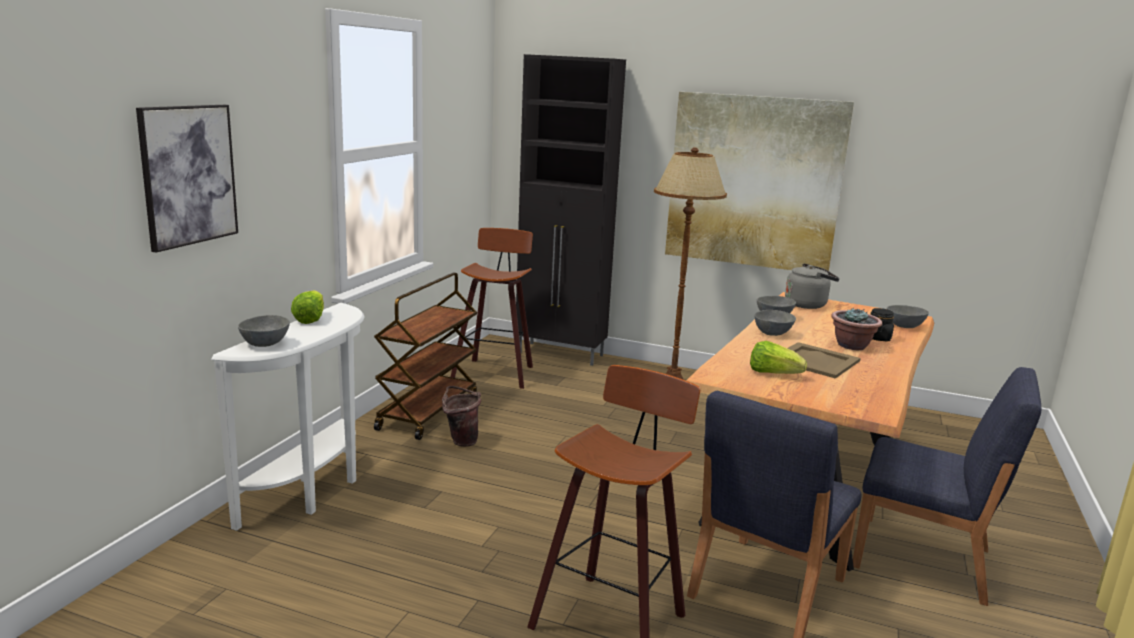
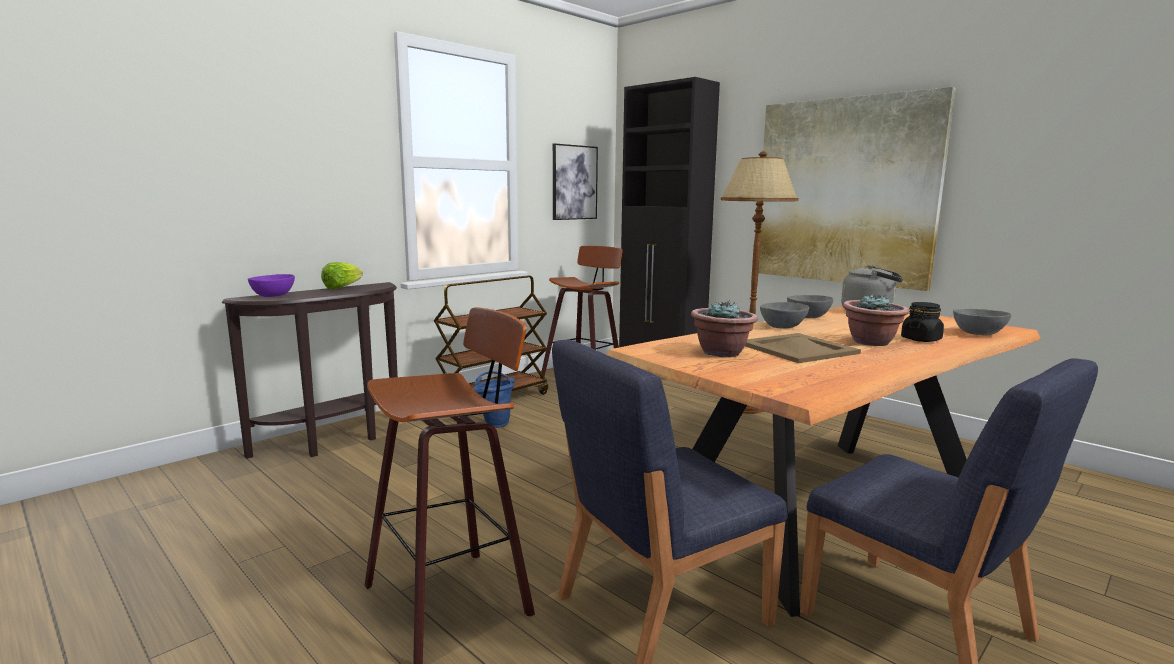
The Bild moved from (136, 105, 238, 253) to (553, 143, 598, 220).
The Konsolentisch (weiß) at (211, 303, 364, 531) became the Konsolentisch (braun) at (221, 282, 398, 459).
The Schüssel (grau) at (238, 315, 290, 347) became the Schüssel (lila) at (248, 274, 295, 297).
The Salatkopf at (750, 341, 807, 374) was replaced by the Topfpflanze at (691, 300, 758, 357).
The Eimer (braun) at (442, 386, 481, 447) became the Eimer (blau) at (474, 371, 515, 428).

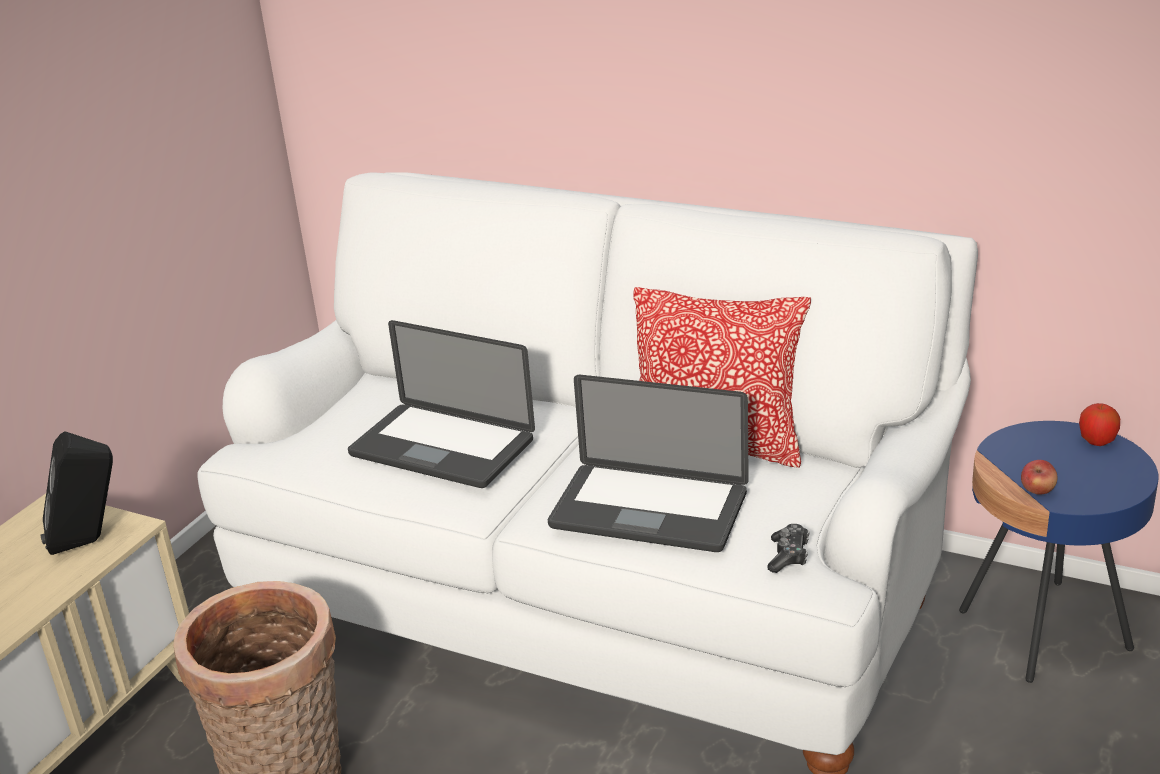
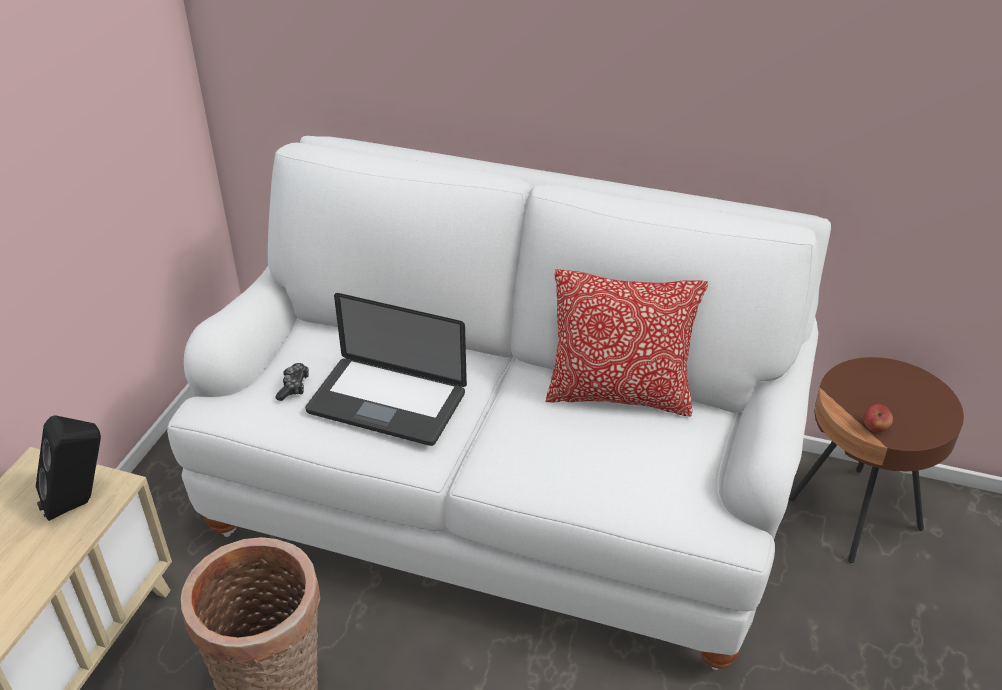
The Laptop at (548, 375, 749, 552) disappeared.
The Apfel at (1079, 403, 1120, 446) disappeared.
The Beistelltisch (blau) at (959, 421, 1158, 683) became the Beistelltisch (braun) at (789, 357, 964, 563).
The Gamepad moved from (767, 524, 809, 573) to (276, 363, 309, 401).

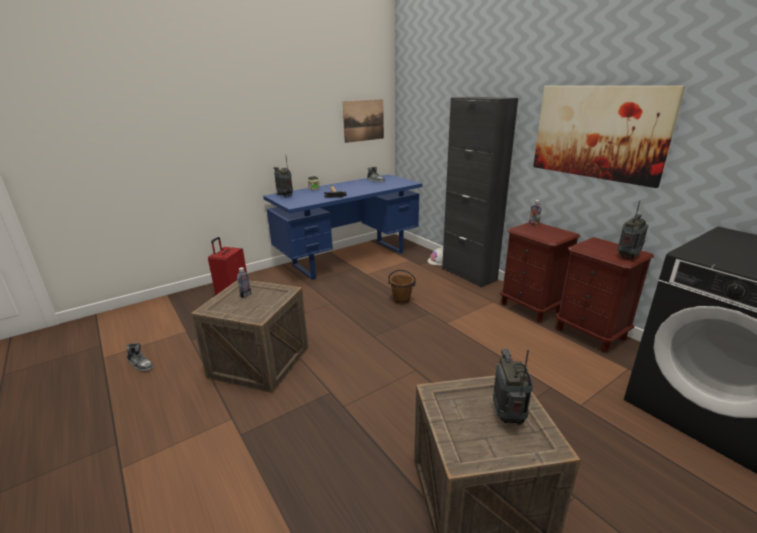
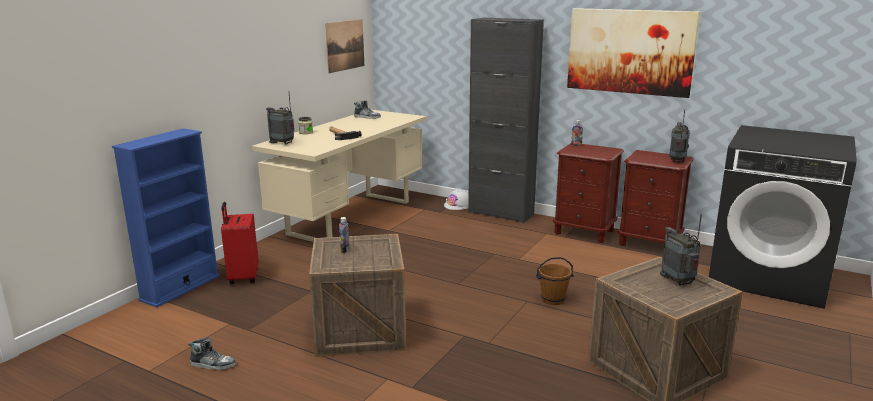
The Schreibtisch (blau) at (263, 174, 423, 280) became the Schreibtisch (beige) at (252, 110, 426, 242).
The Eimer (braun) moved from (388, 270, 416, 304) to (536, 257, 574, 305).
The Bücherregal (blau) at (112, 128, 220, 307) appeared.

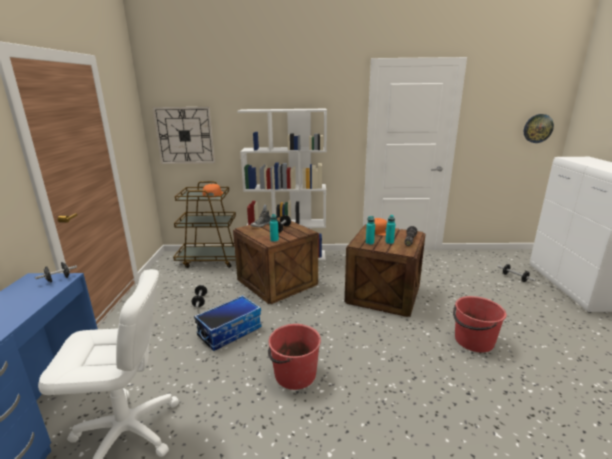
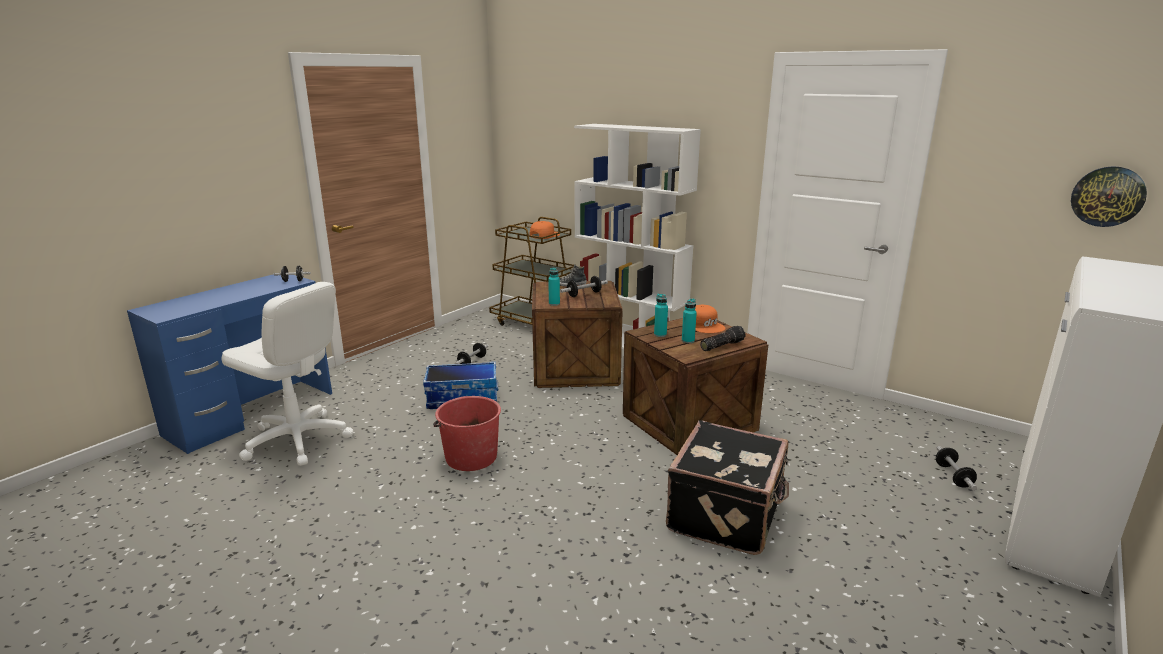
The Wanduhr at (152, 107, 215, 164) disappeared.
The Eimer (rot) at (453, 296, 506, 353) was replaced by the Koffer (schwarz) at (666, 420, 789, 555).

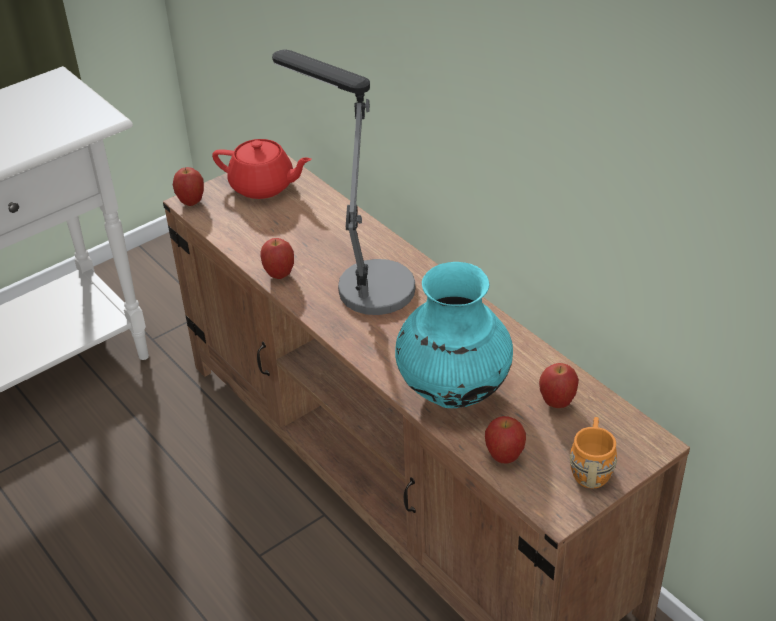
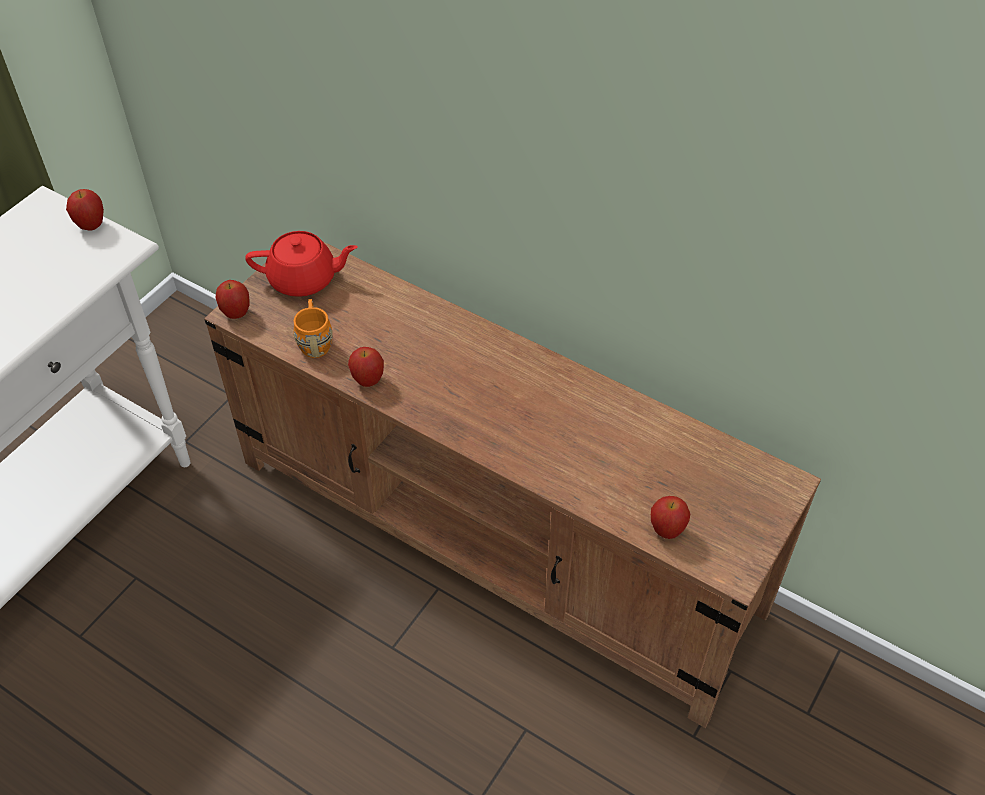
The Tischlampe at (272, 50, 415, 315) disappeared.
The Vase (türkis) at (395, 262, 513, 408) disappeared.
The Apfel moved from (539, 363, 579, 408) to (66, 189, 104, 231).
The Henkelbecher (orange) moved from (570, 417, 617, 489) to (294, 299, 333, 358).

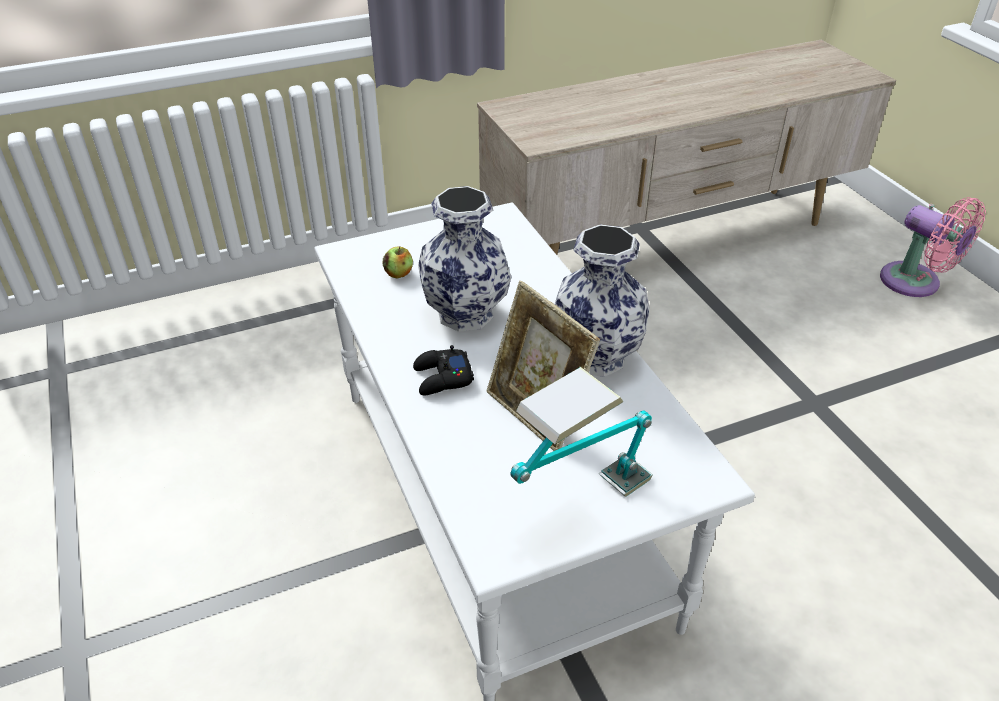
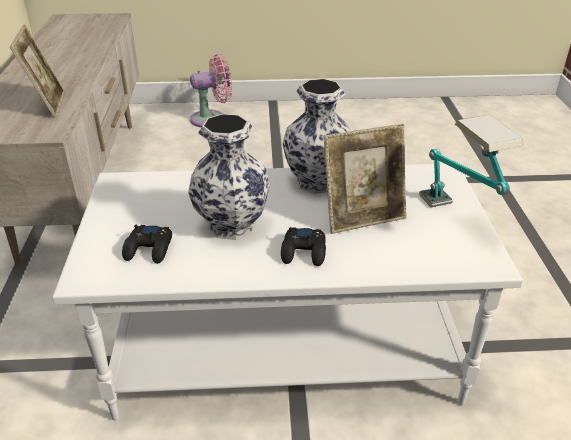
The Apfel at (382, 246, 413, 278) was replaced by the Gamepad (schwarz) at (122, 225, 172, 264).
The Bilderrahmen at (10, 25, 65, 118) appeared.

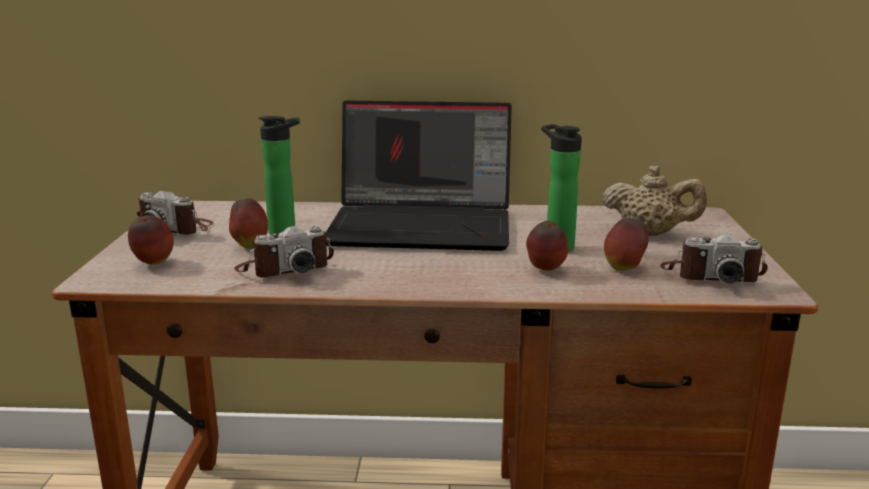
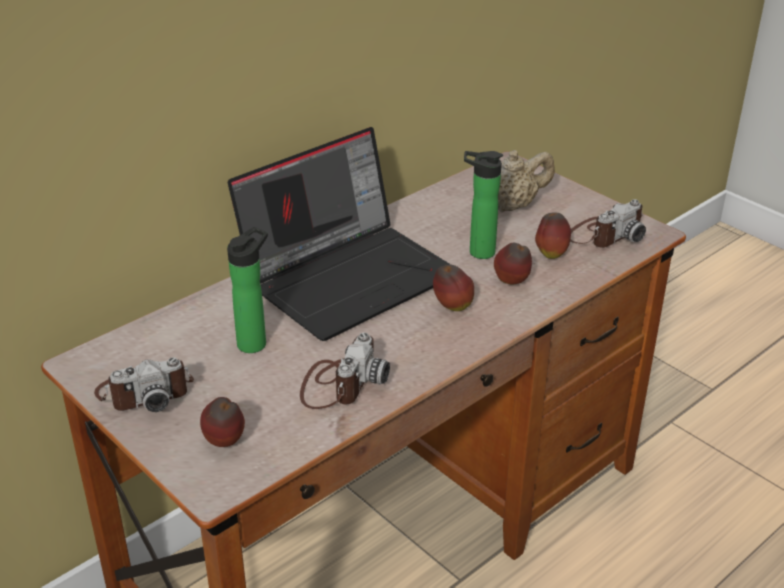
The Apfel moved from (229, 198, 268, 249) to (433, 265, 474, 311).

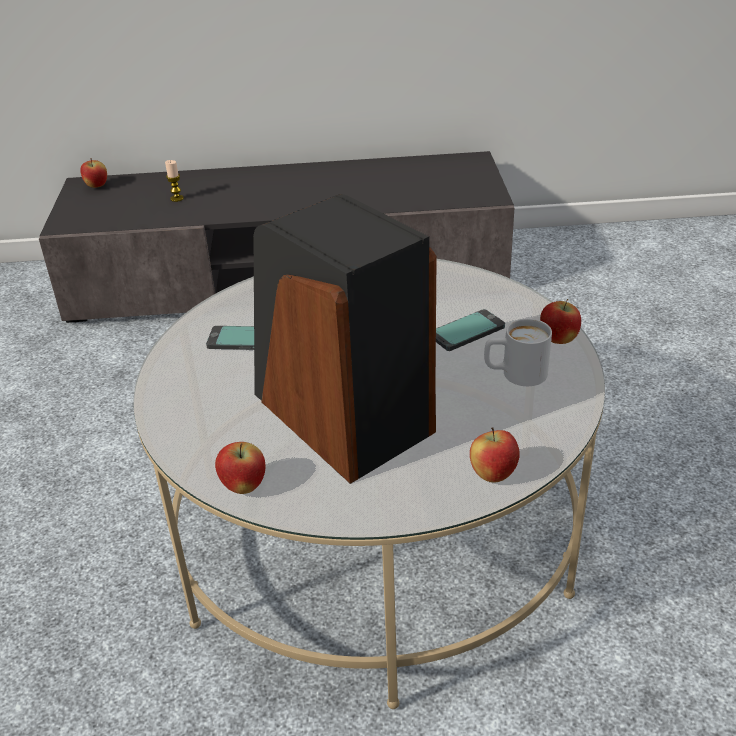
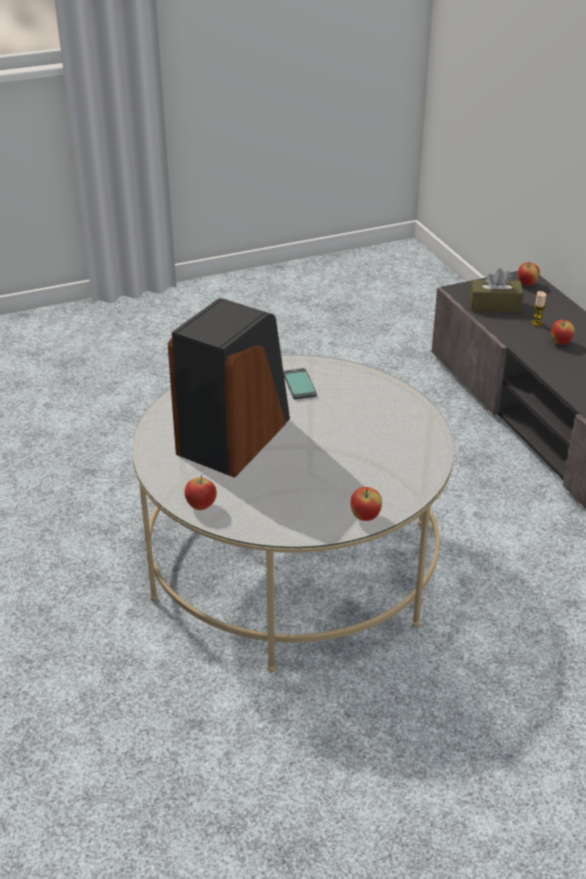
The Handy at (436, 309, 505, 351) disappeared.
The Henkelbecher (weiß) at (484, 319, 552, 386) disappeared.
The Apfel moved from (215, 442, 266, 494) to (551, 320, 575, 345).
The Taschentuchbox (braun) at (469, 268, 524, 312) appeared.

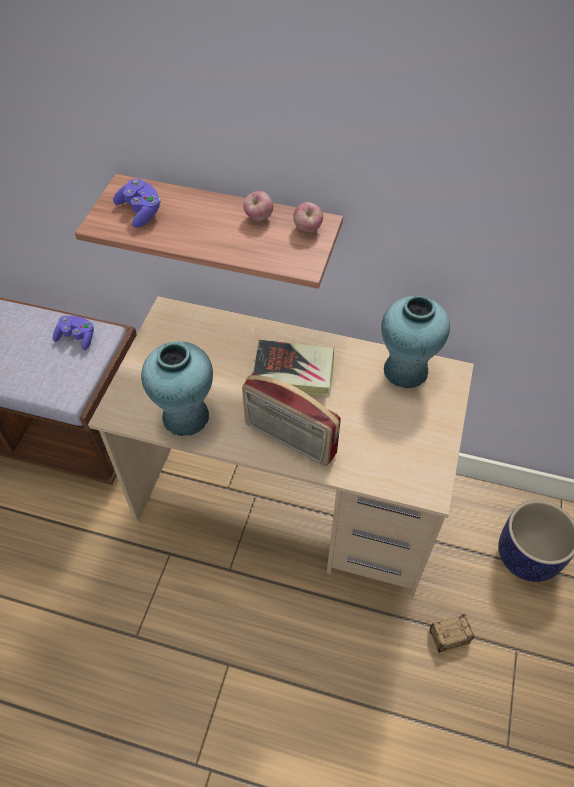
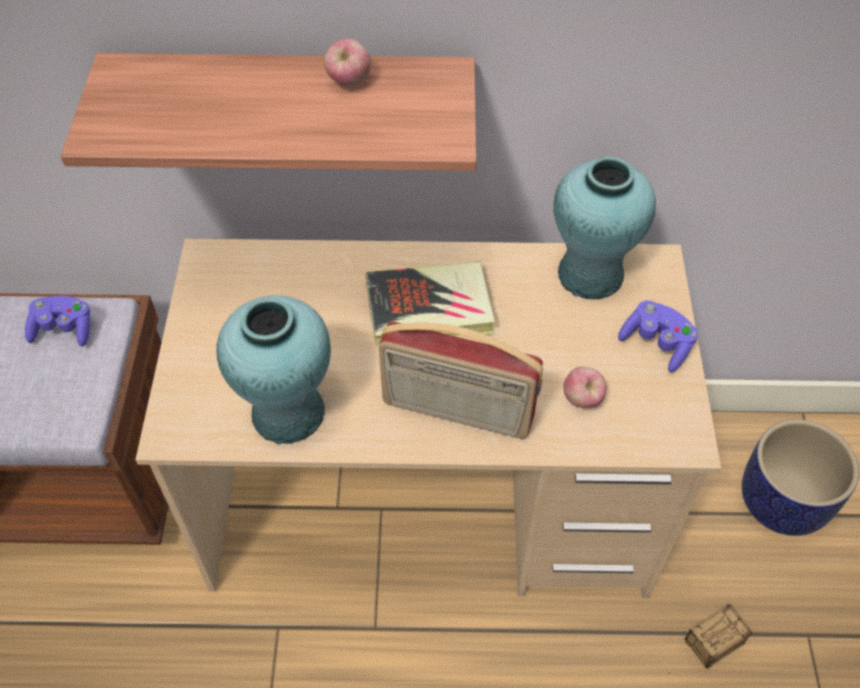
The Gamepad (lila) moved from (113, 179, 161, 228) to (618, 300, 698, 372).
The Apfel moved from (293, 202, 323, 232) to (563, 367, 607, 408).

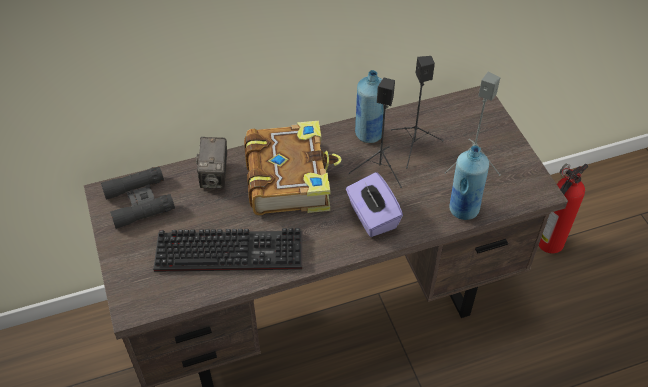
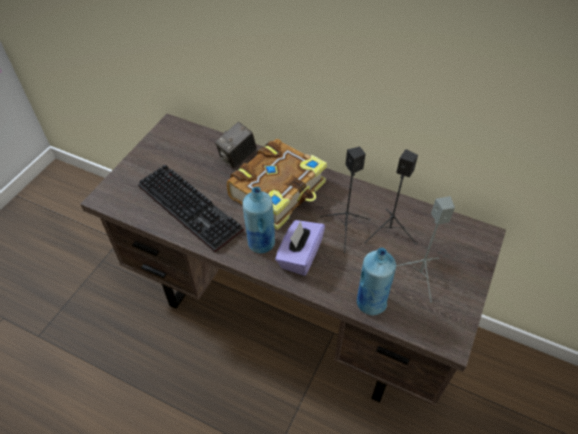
The Flasche (blau) moved from (355, 70, 384, 143) to (243, 187, 275, 253).
The Feuerlöscher at (538, 164, 588, 254) disappeared.
The Fernglas (schwarz) at (101, 166, 175, 229) disappeared.

